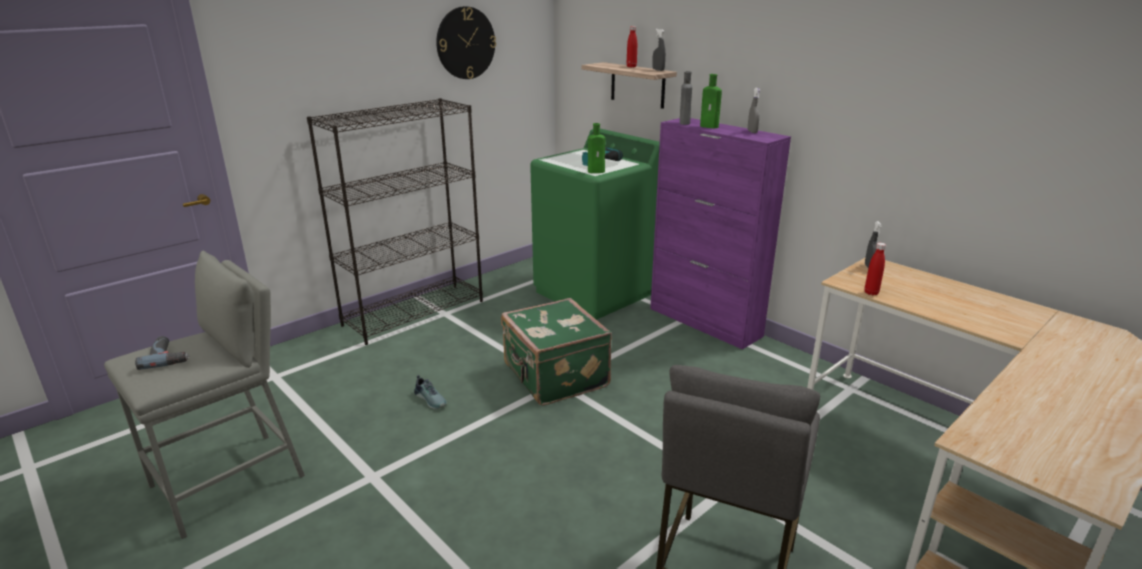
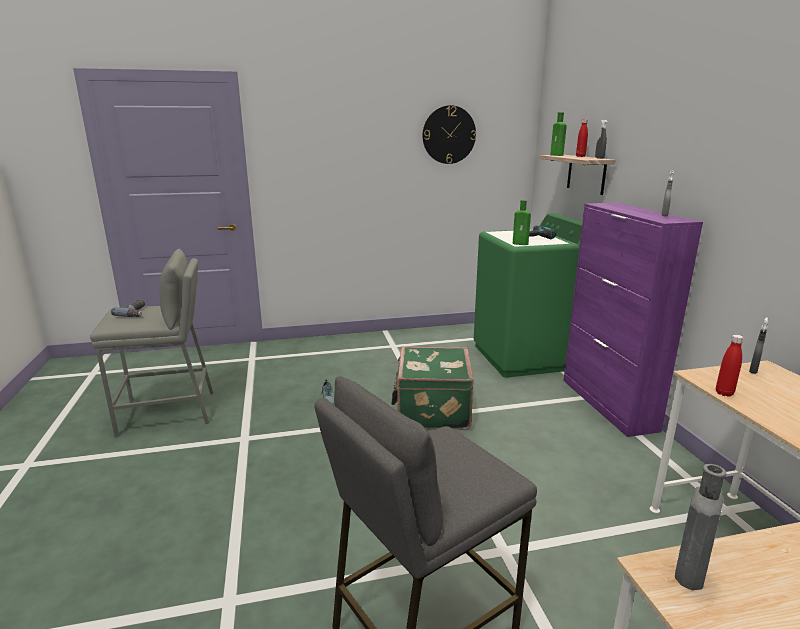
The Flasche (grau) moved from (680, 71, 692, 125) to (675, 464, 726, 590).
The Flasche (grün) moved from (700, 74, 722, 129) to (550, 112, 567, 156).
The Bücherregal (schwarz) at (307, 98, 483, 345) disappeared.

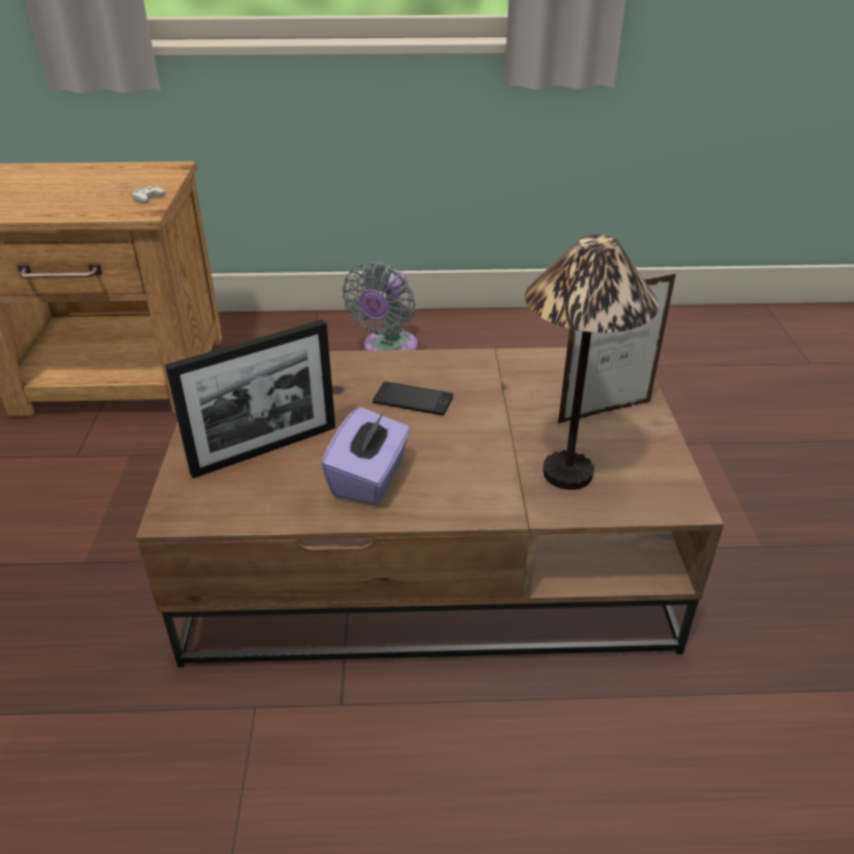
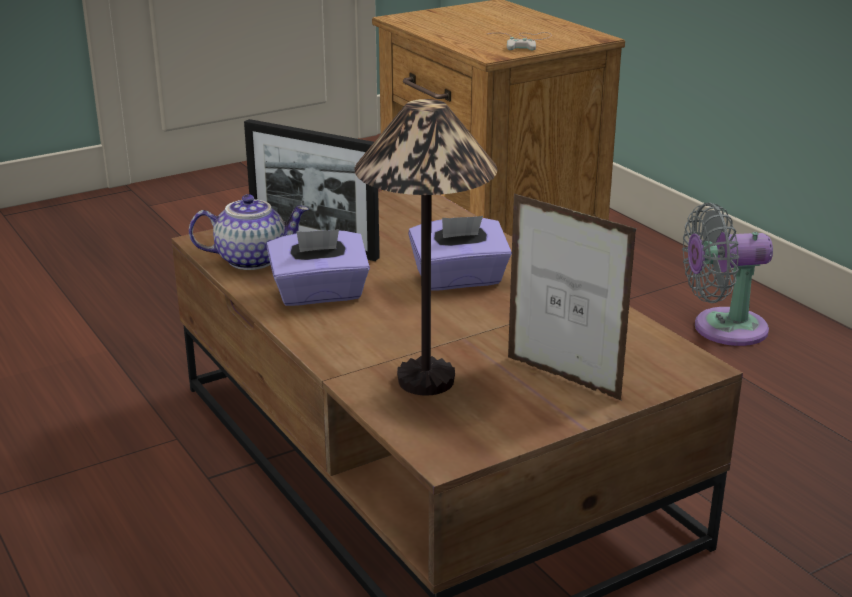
The Handy at (373, 382, 453, 416) was replaced by the Taschentuchbox (lila) at (408, 216, 512, 291).
The Teekanne at (189, 194, 309, 270) appeared.

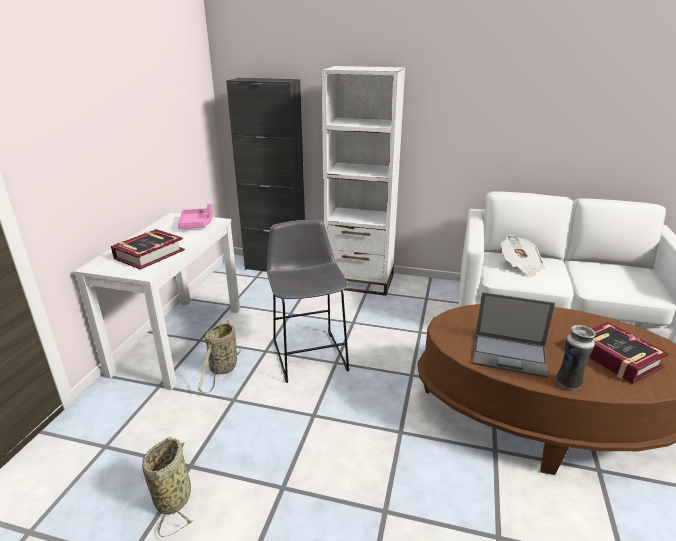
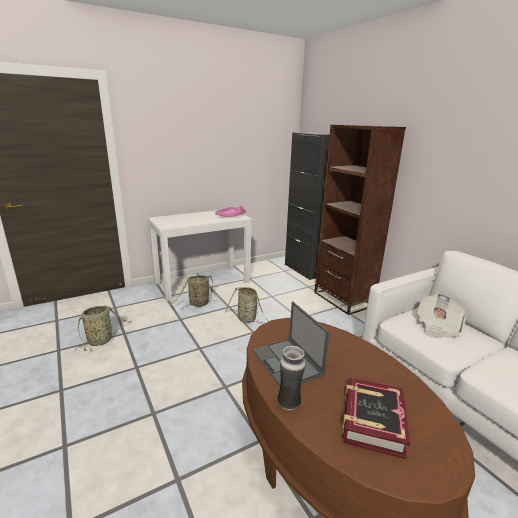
The Bücherregal (weiß) at (321, 66, 405, 296) became the Bücherregal (braun) at (314, 125, 406, 315).
The Hocker (grau) at (267, 220, 349, 383) was replaced by the Korb at (225, 287, 268, 323).
The Buch at (111, 229, 185, 269) disappeared.

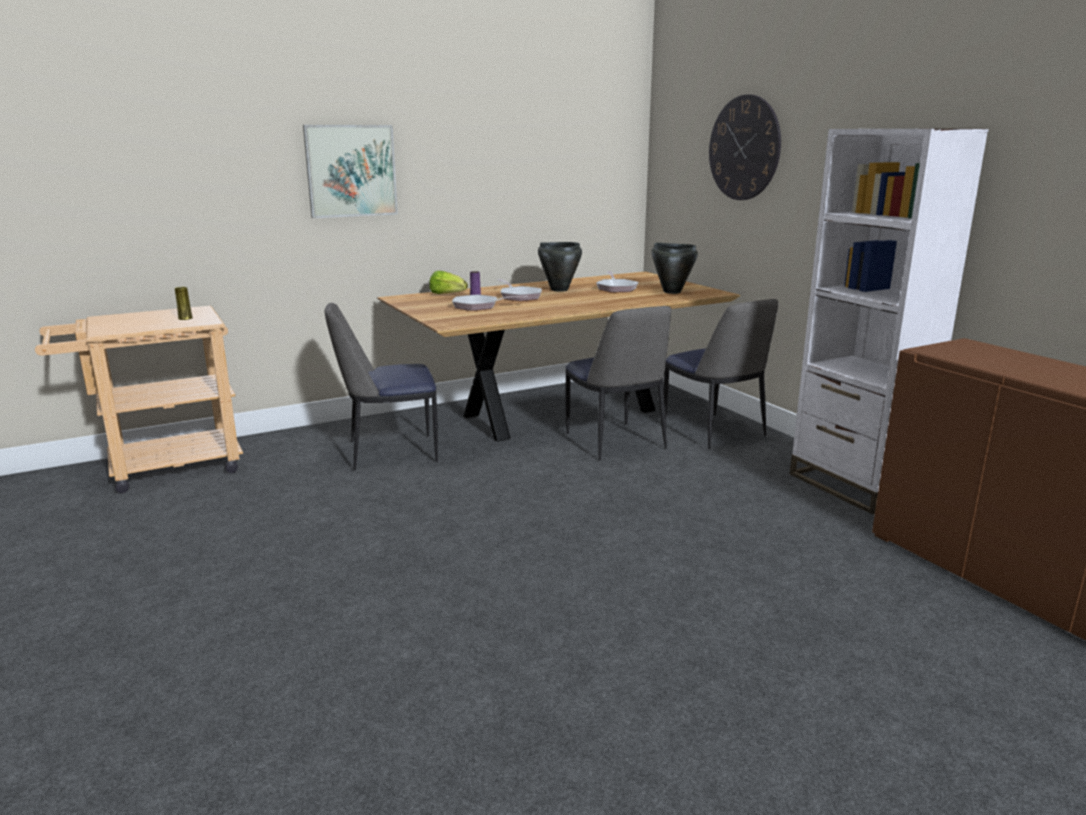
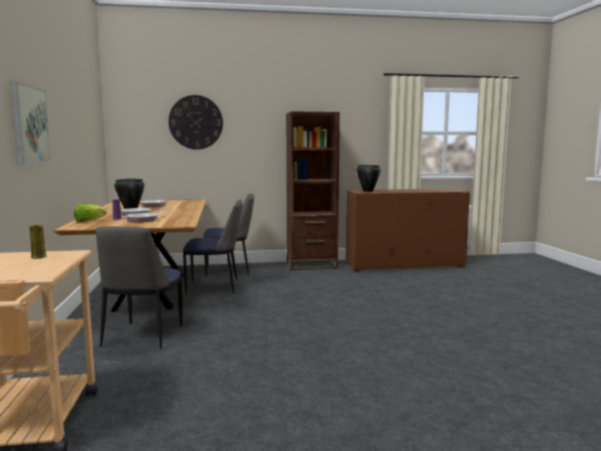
The Bücherregal (weiß) at (790, 129, 989, 515) became the Bücherregal (braun) at (286, 112, 340, 270).
The Kochtopf (schwarz) moved from (652, 243, 698, 294) to (357, 165, 381, 192).

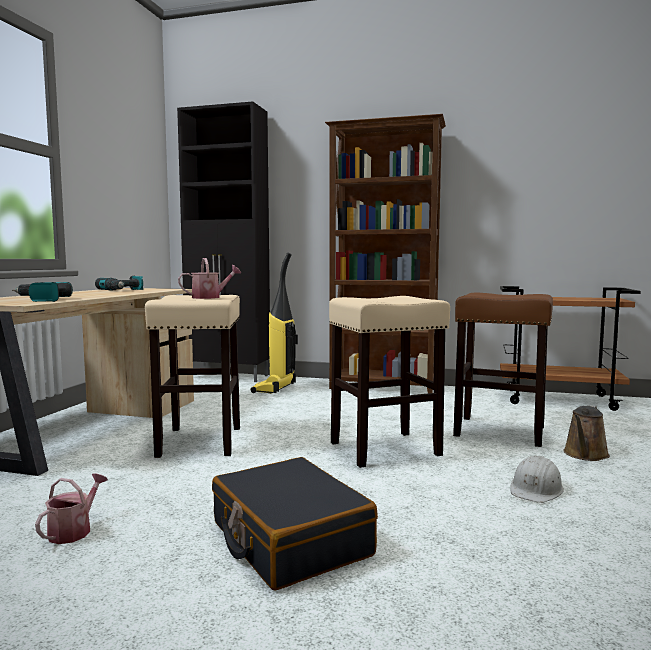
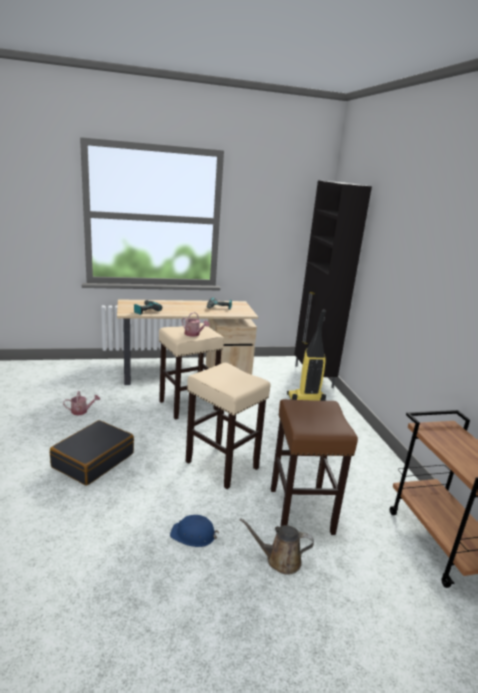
The Bücherregal (braun) at (325, 114, 446, 393) disappeared.
The Schutzhelm (weiß) at (510, 455, 564, 503) became the Schutzhelm (blau) at (170, 515, 219, 547).

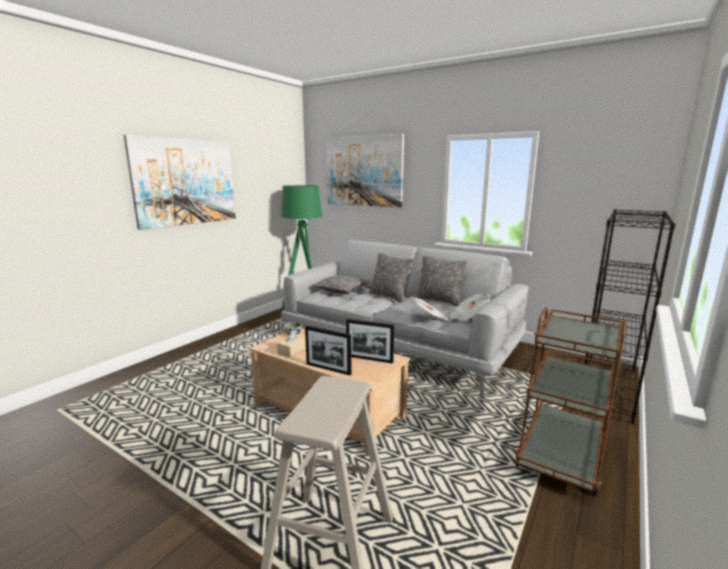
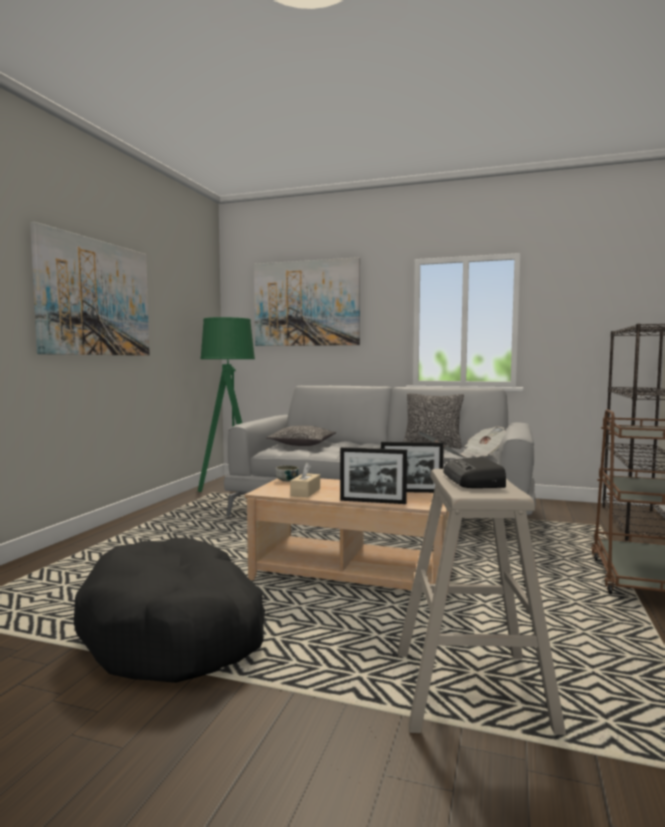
The Kissen at (369, 253, 413, 303) disappeared.
The Radio at (443, 457, 506, 488) appeared.
The Hundebett (schwarz) at (74, 537, 265, 683) appeared.

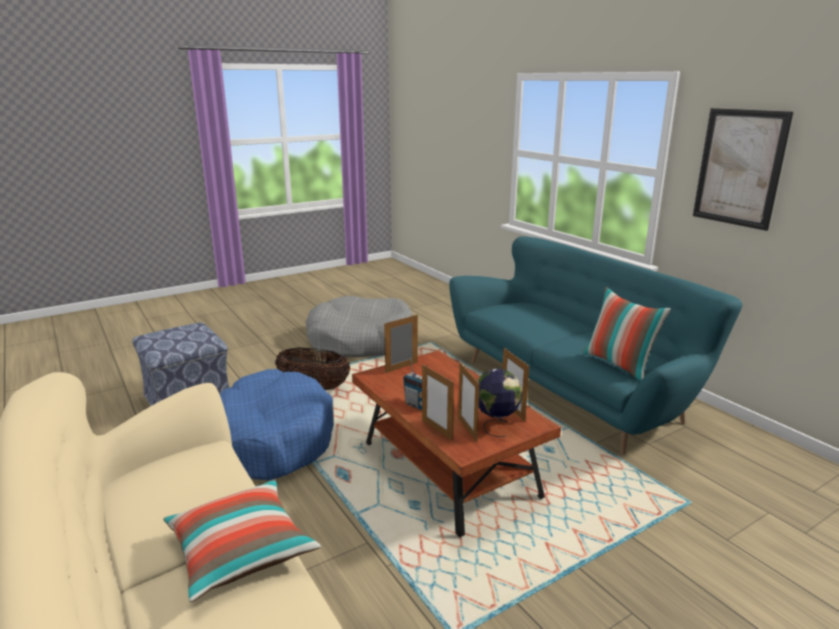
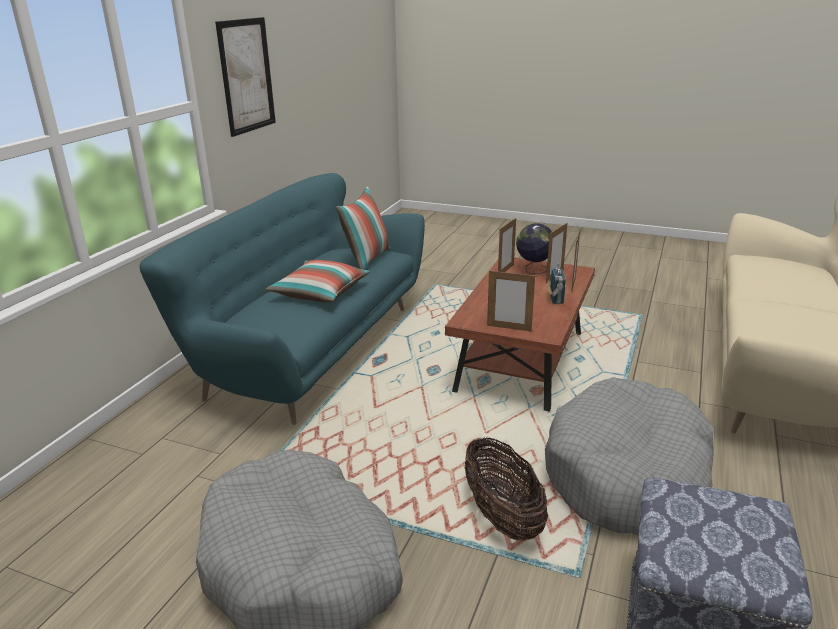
The Hundebett (blau) at (220, 369, 334, 480) became the Hundebett (grau) at (545, 377, 714, 536).
The Kissen moved from (163, 479, 321, 602) to (265, 260, 370, 302).

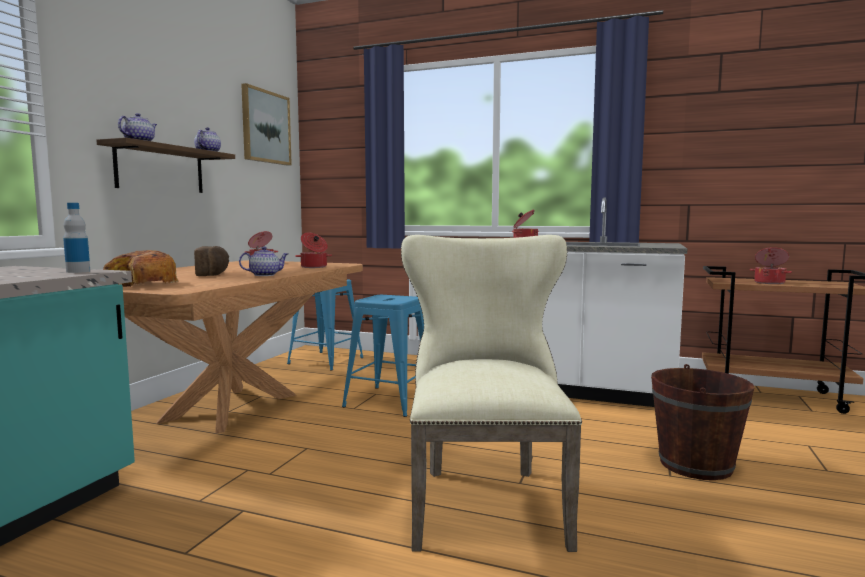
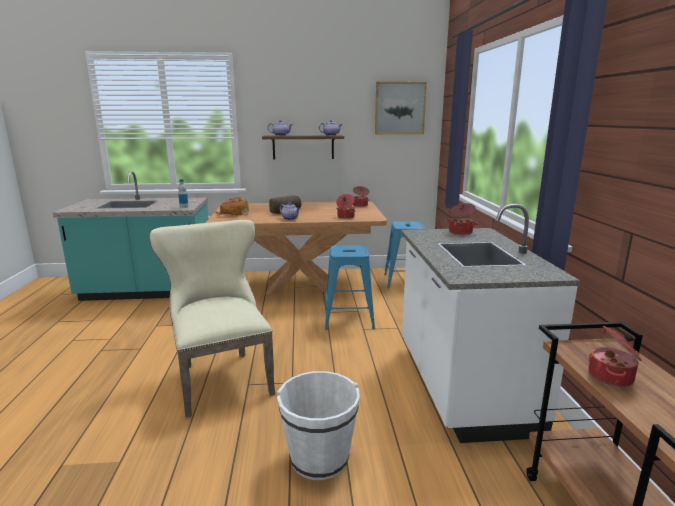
The Stuhl (beige) at (401, 235, 582, 552) turned 90 degrees counterclockwise.
The Eimer (braun) at (651, 364, 754, 480) became the Eimer (weiß) at (277, 371, 360, 480).

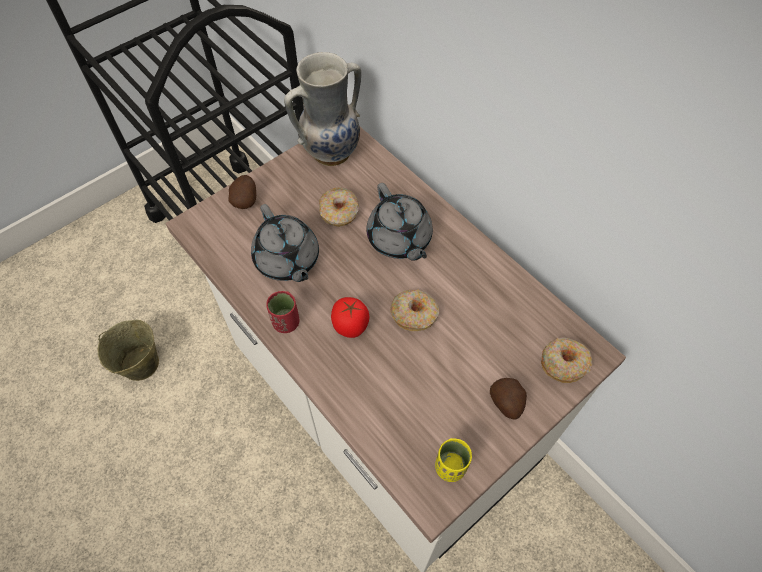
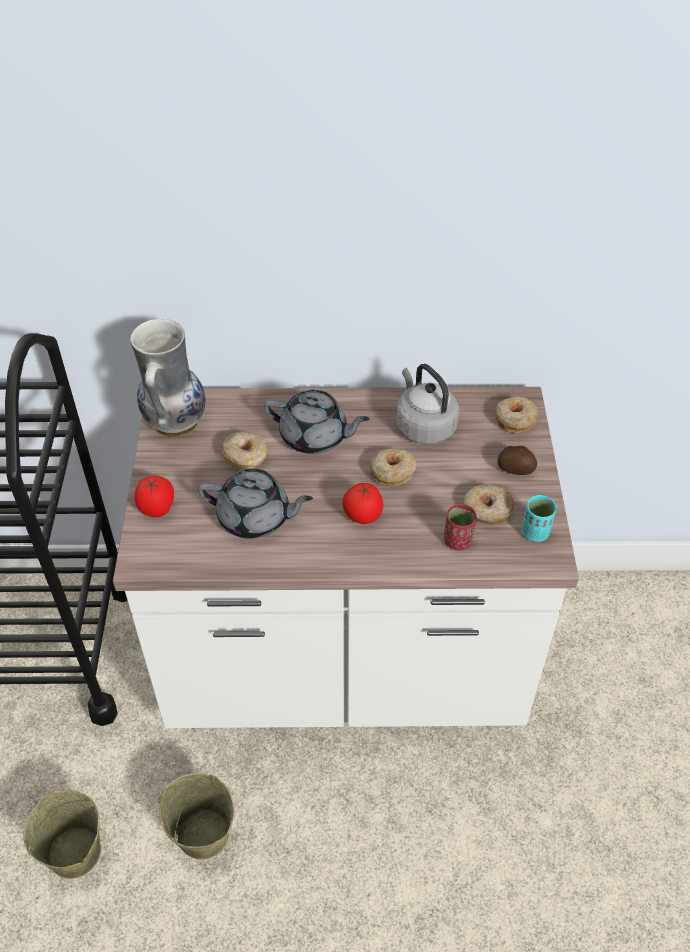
The Kartoffel at (229, 175, 256, 209) was replaced by the Tomate at (135, 476, 174, 517).
The Tasse (rot) moved from (266, 291, 299, 333) to (444, 504, 477, 551).
The Tasse (gelb) at (435, 438, 472, 482) became the Tasse (türkis) at (522, 495, 557, 542).
The Wasserkessel (grau) at (396, 364, 459, 445) appeared.
The Donut at (464, 484, 514, 525) appeared.
The Eimer (beige) at (159, 773, 235, 860) appeared.

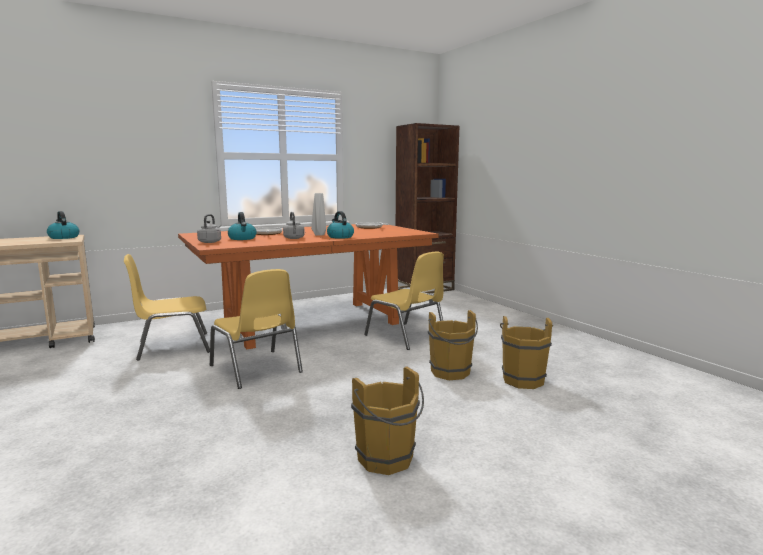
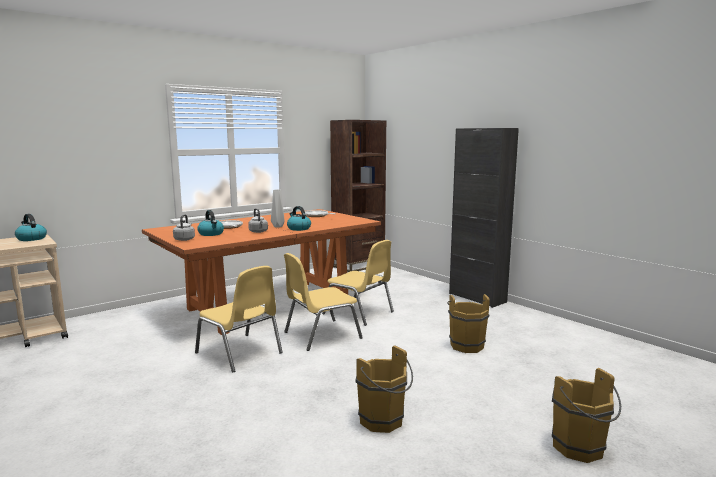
The Stuhl (gelb) moved from (124, 254, 210, 361) to (284, 253, 363, 351).
The Eimer (braun) moved from (428, 310, 478, 380) to (552, 368, 621, 463).
The Schrank (schwarz) at (449, 128, 519, 308) appeared.

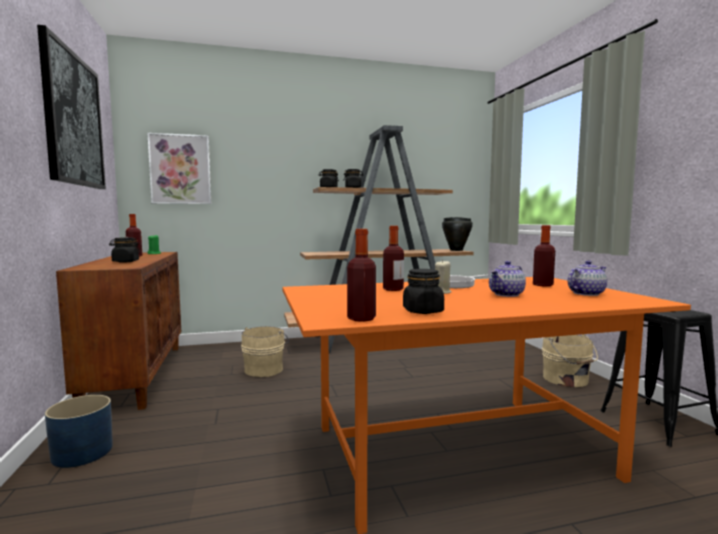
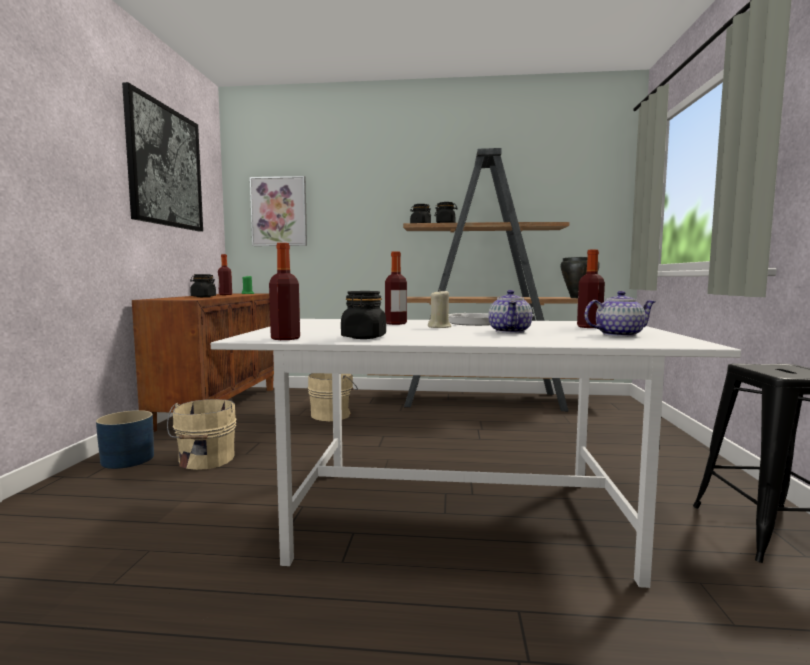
The Teekanne at (489, 261, 526, 297) turned 60 degrees counterclockwise.
The Esstisch (orange) at (283, 277, 691, 534) became the Esstisch (weiß) at (211, 319, 741, 588).
The Eimer (beige) moved from (542, 334, 598, 387) to (167, 399, 237, 470).

